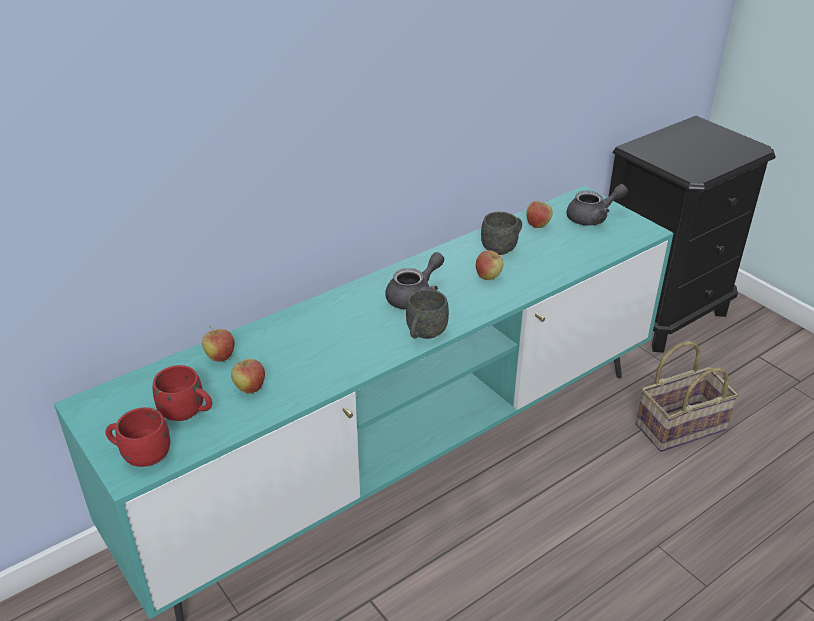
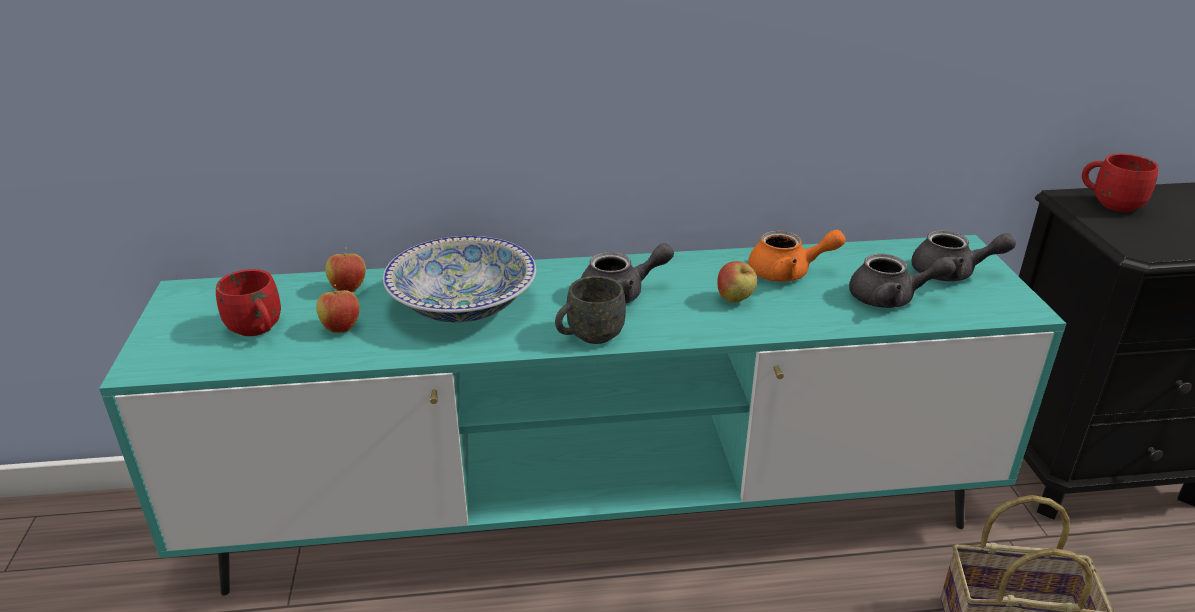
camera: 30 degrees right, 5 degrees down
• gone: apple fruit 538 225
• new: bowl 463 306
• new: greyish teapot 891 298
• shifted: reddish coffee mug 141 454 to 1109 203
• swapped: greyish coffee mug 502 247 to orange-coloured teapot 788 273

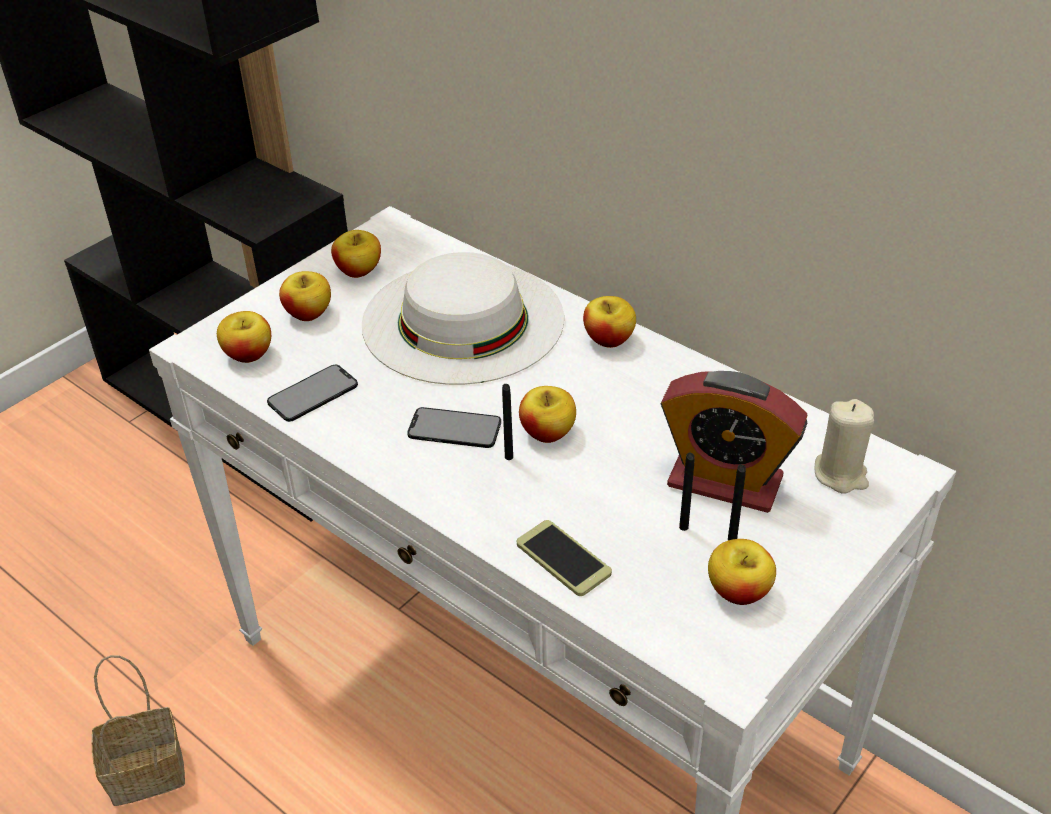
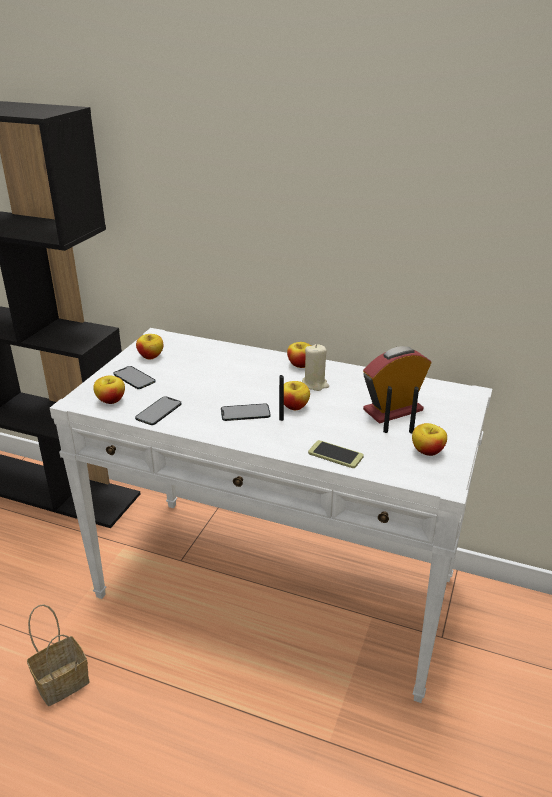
camera: 20 degrees left, 10 degrees down
• gone: white clothing hat 463 320
• shifted: beige candle 841 474 to 315 384
• swapped: apple fruit 308 313 to telephone 134 378
• rotated: alarm clock 724 482 = 393 410 150 degrees clockwise

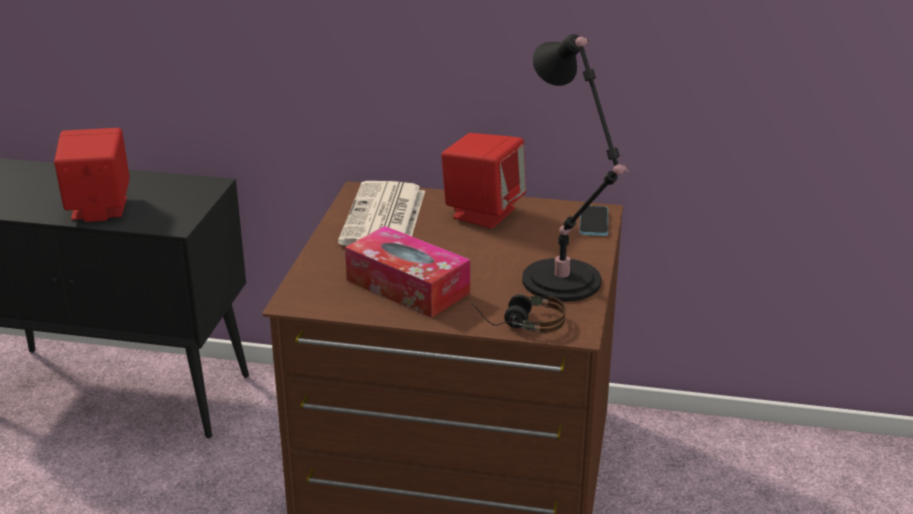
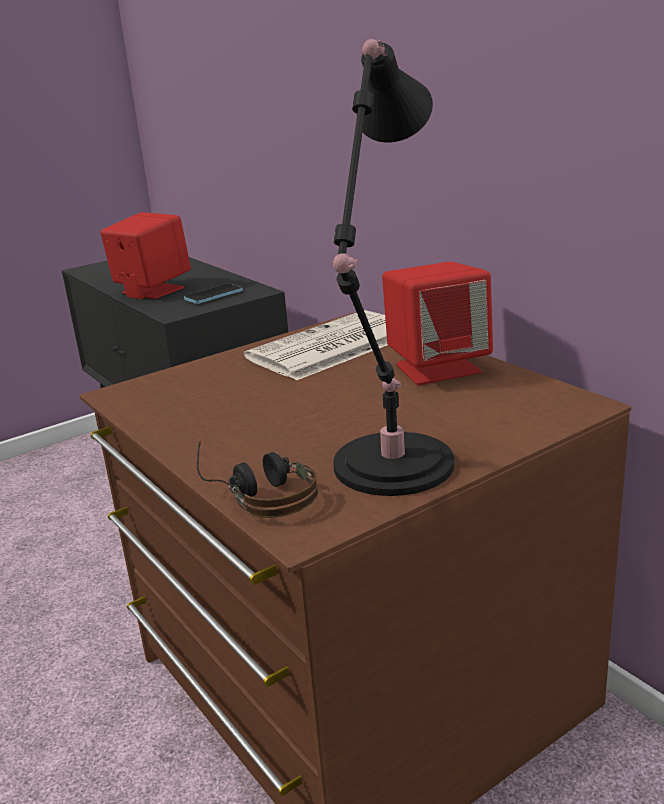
camera: 45 degrees right, 5 degrees down
• gone: tissue box 407 287
• shifted: telephone 593 222 to 213 295

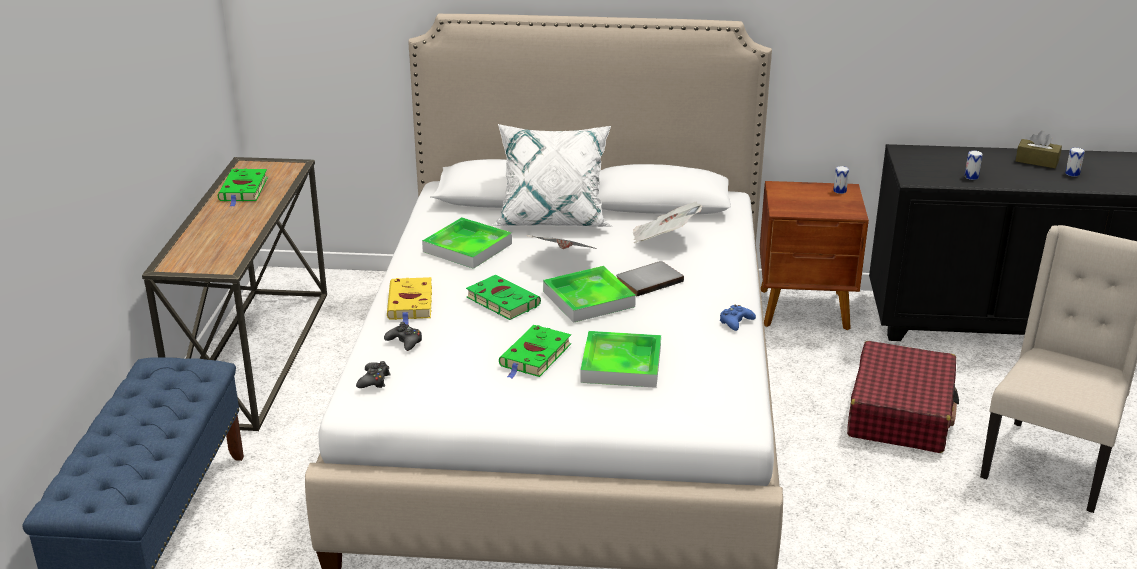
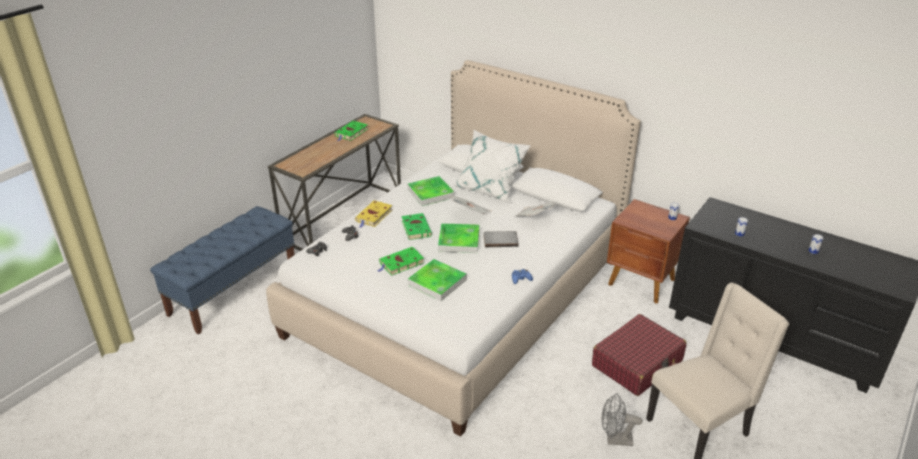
camera: 30 degrees right, 5 degrees up
• gone: brown tissue box 1037 161
• new: greyish cooling fan 615 440

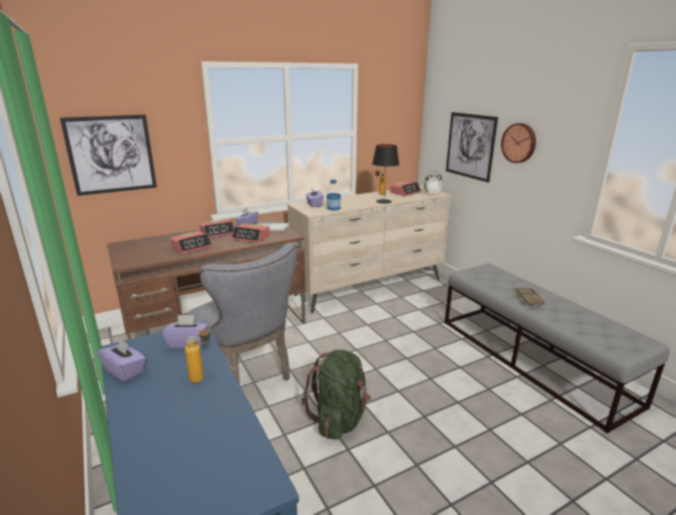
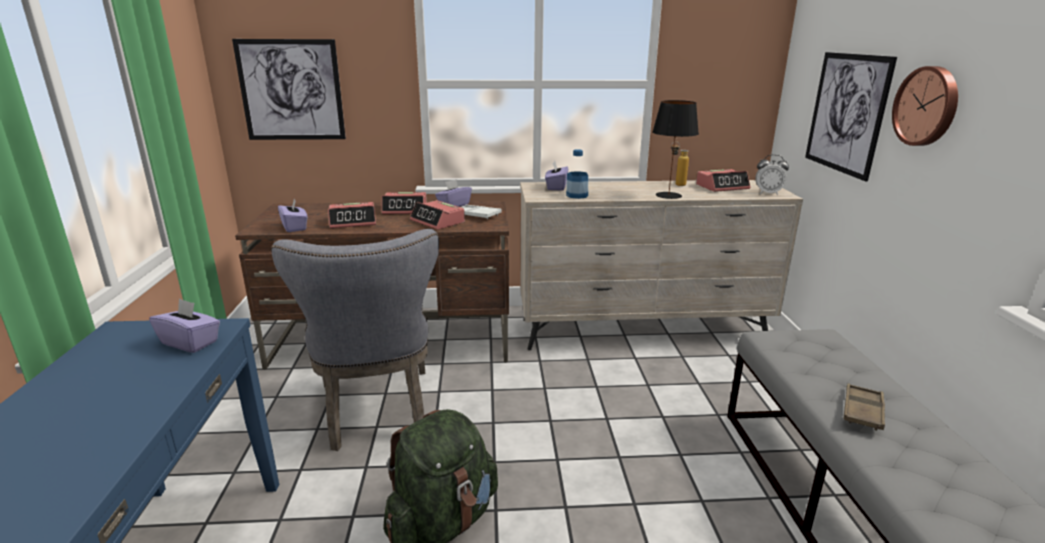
camera: 25 degrees right, 0 degrees up
• gone: bottle 202 377
• shifted: purplish tissue box 125 371 to 295 227

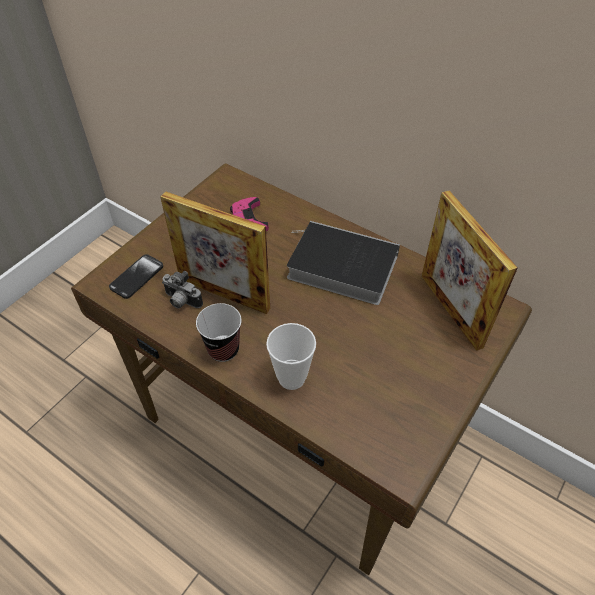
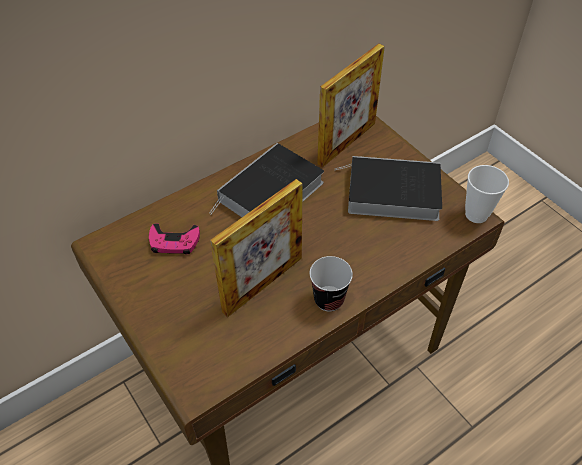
camera: 70 degrees left, 0 degrees up
• gone: telephone 137 277
• gone: photo camera 181 302
• new: volume 390 193
• shifted: cup 291 378 to 476 214
• rotated: photo frame 450 310 = 346 143 45 degrees counterclockwise

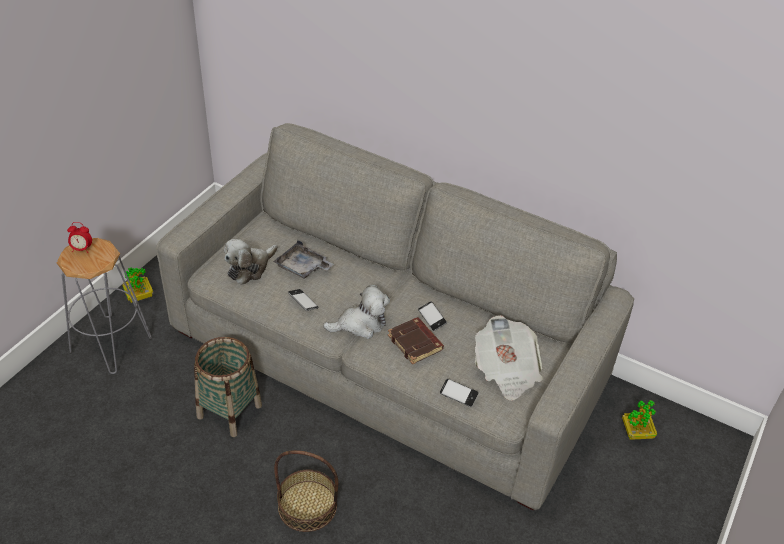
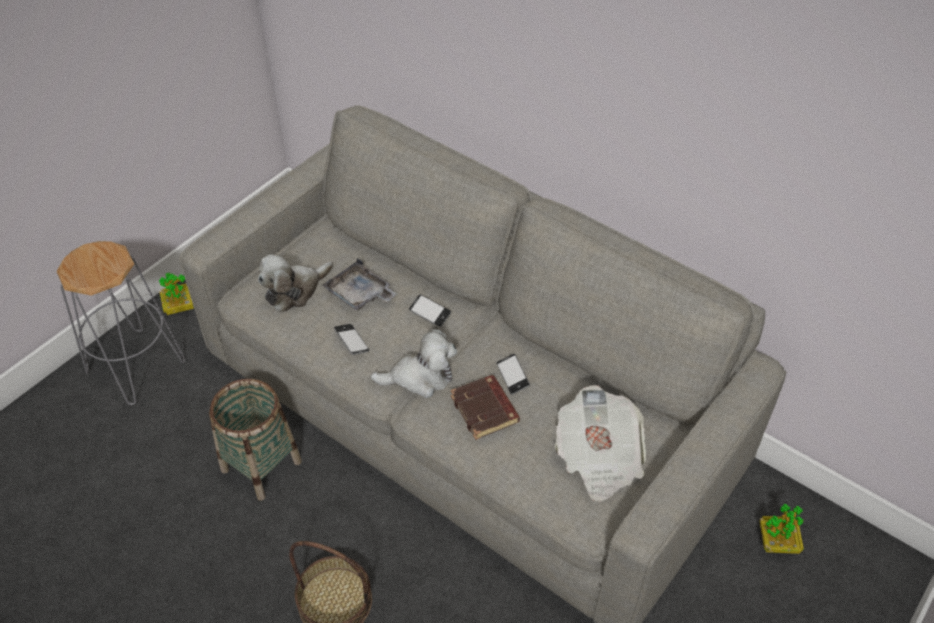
camera: 10 degrees right, 5 degrees up
• gone: alarm clock 82 249
• shifted: telephone 458 394 to 430 313

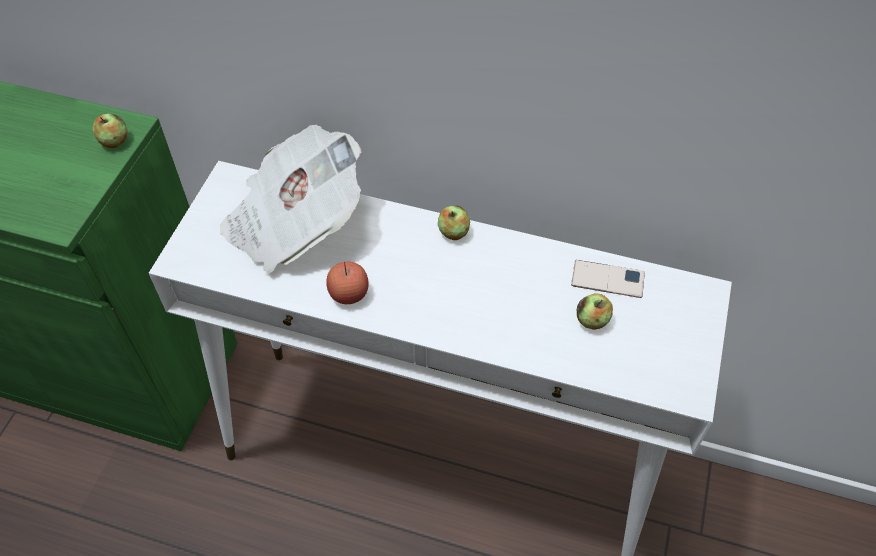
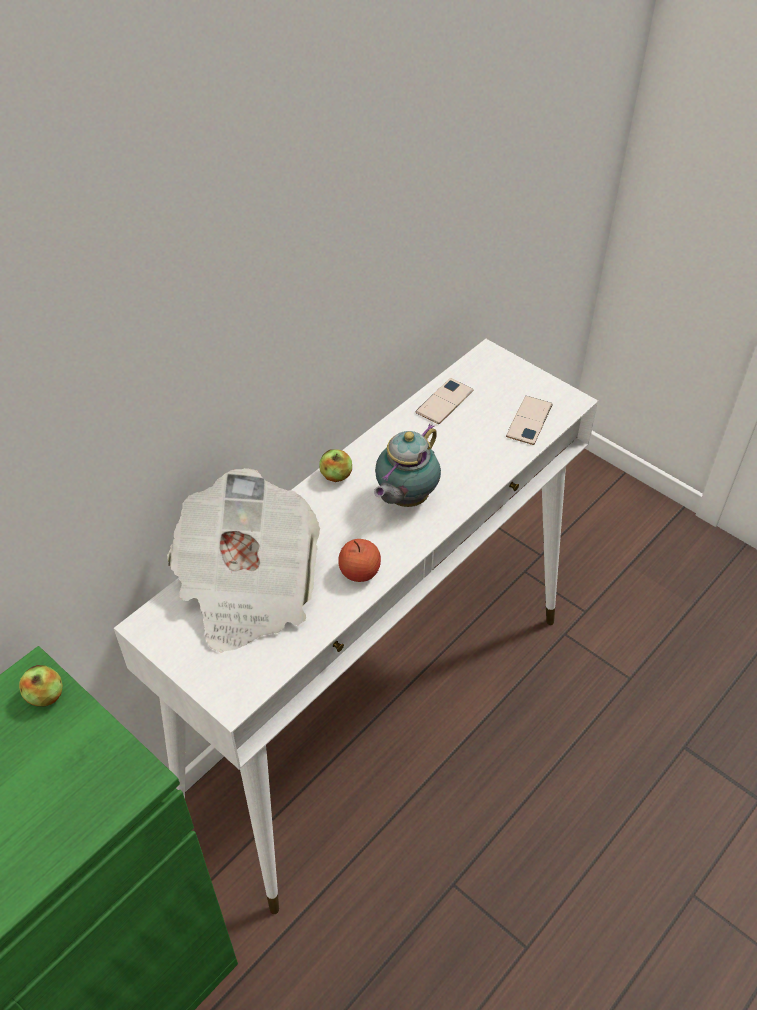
camera: 65 degrees left, 5 degrees down
• gone: apple fruit 592 320
• new: teapot 404 499
• new: telephone 529 420

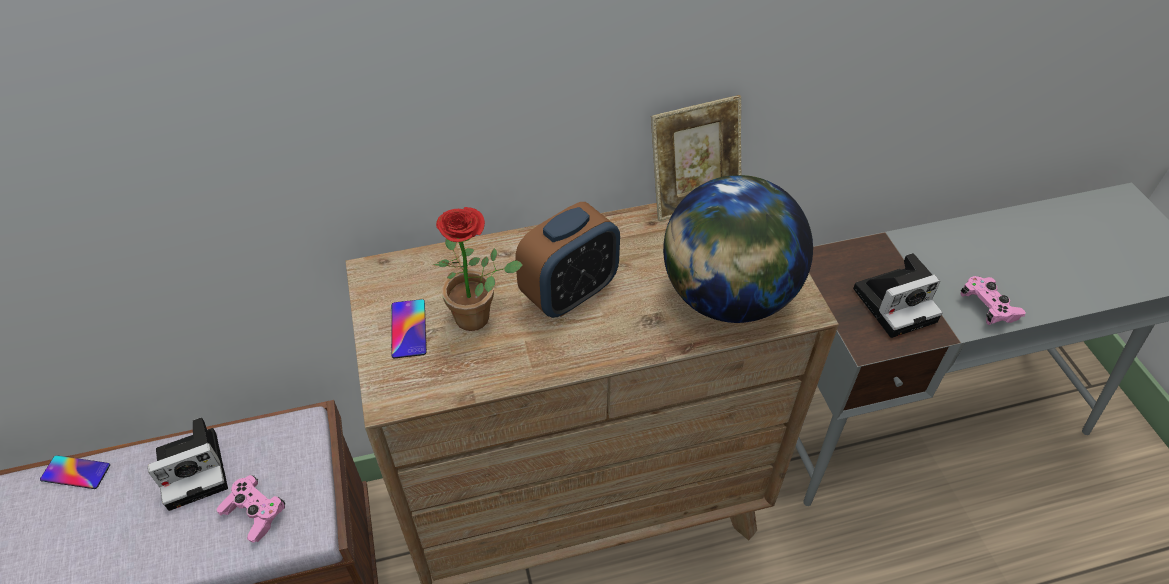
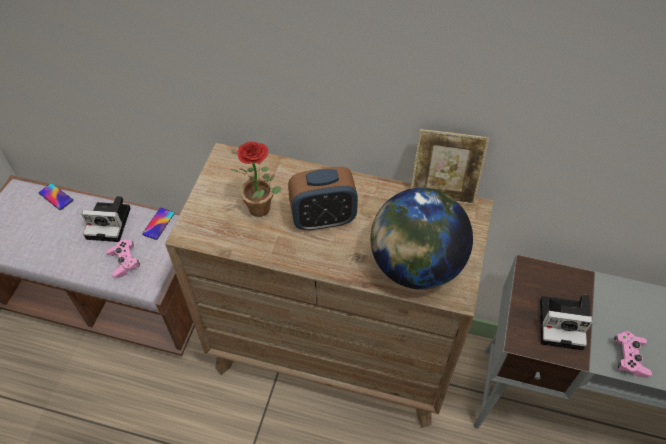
camera: 30 degrees right, 5 degrees up
• shifted: telephone 408 329 to 158 224

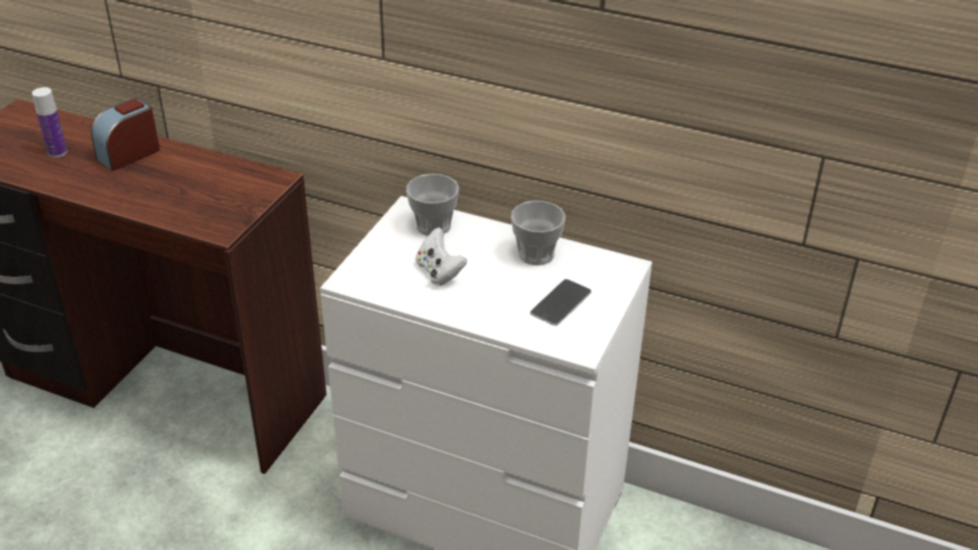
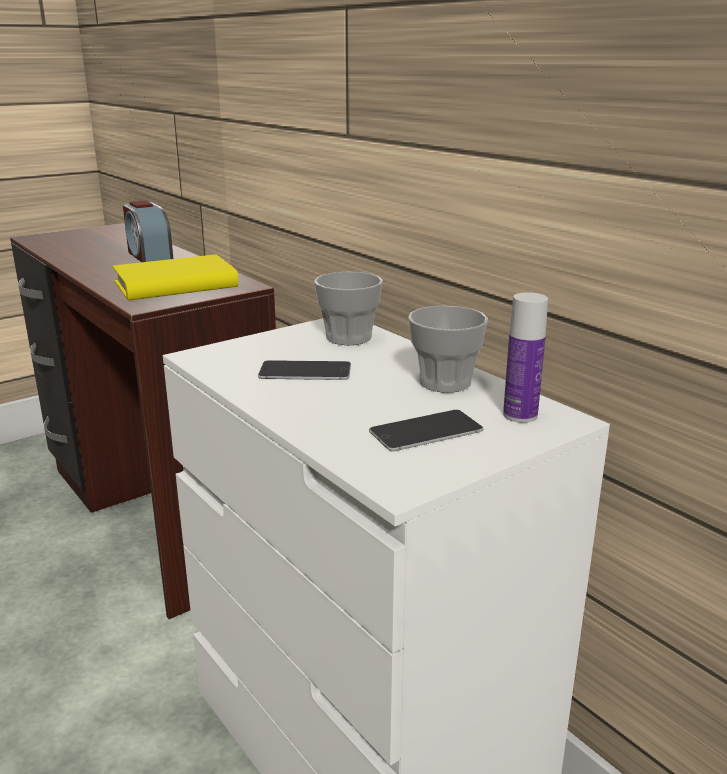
camera: 30 degrees right, 15 degrees down
• new: yellowish volume 176 285
• shifted: bottle 57 152 to 520 415
• swapped: white joypad 439 272 to telephone 305 371
• rotated: alarm clock 129 154 = 149 255 105 degrees counterclockwise

